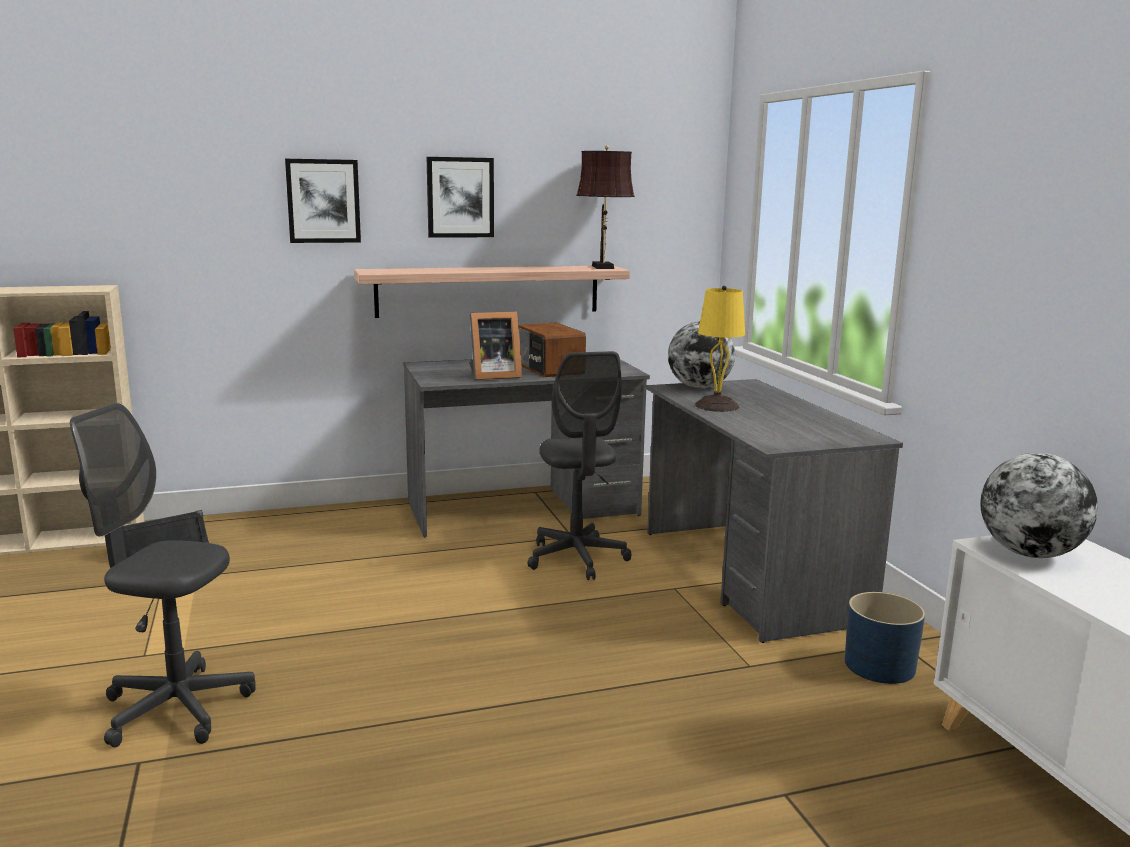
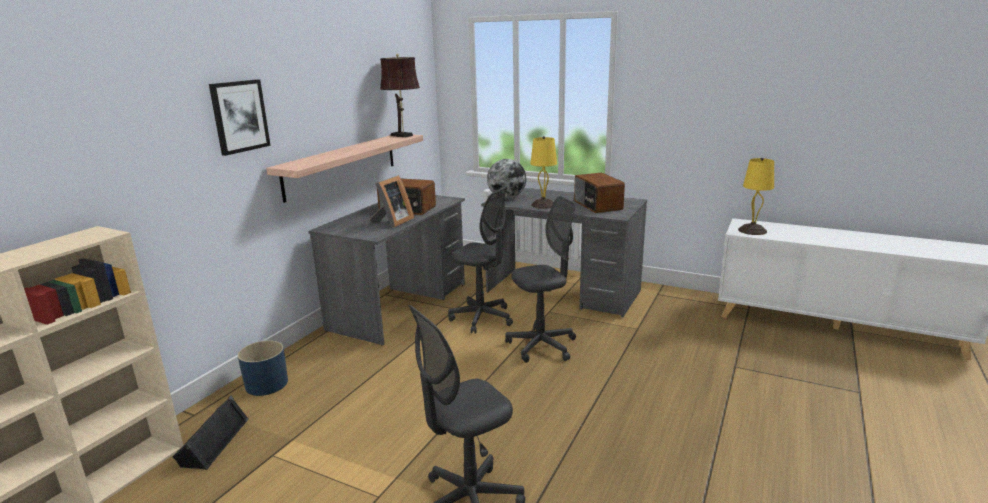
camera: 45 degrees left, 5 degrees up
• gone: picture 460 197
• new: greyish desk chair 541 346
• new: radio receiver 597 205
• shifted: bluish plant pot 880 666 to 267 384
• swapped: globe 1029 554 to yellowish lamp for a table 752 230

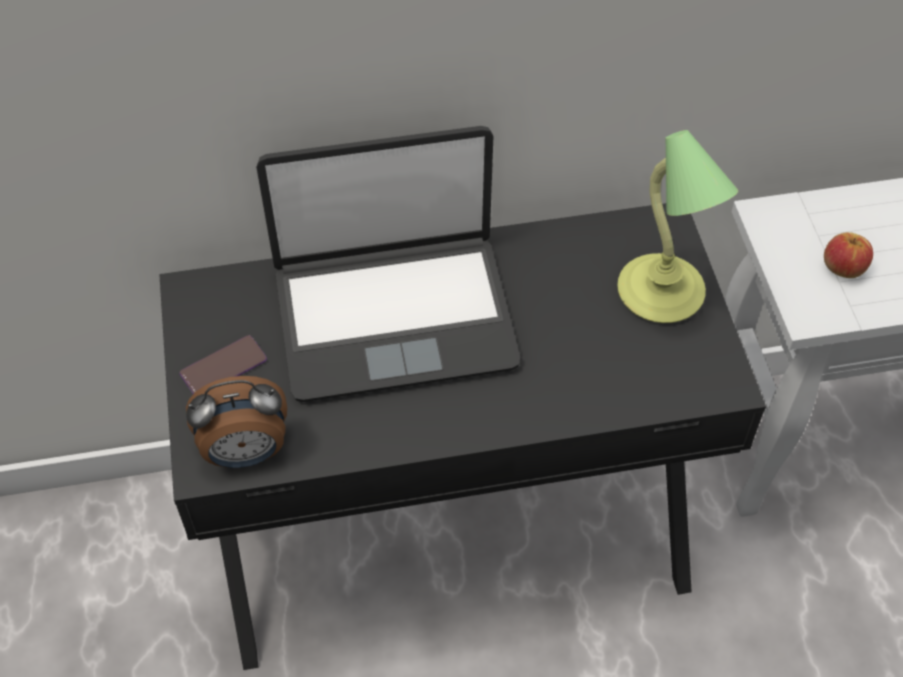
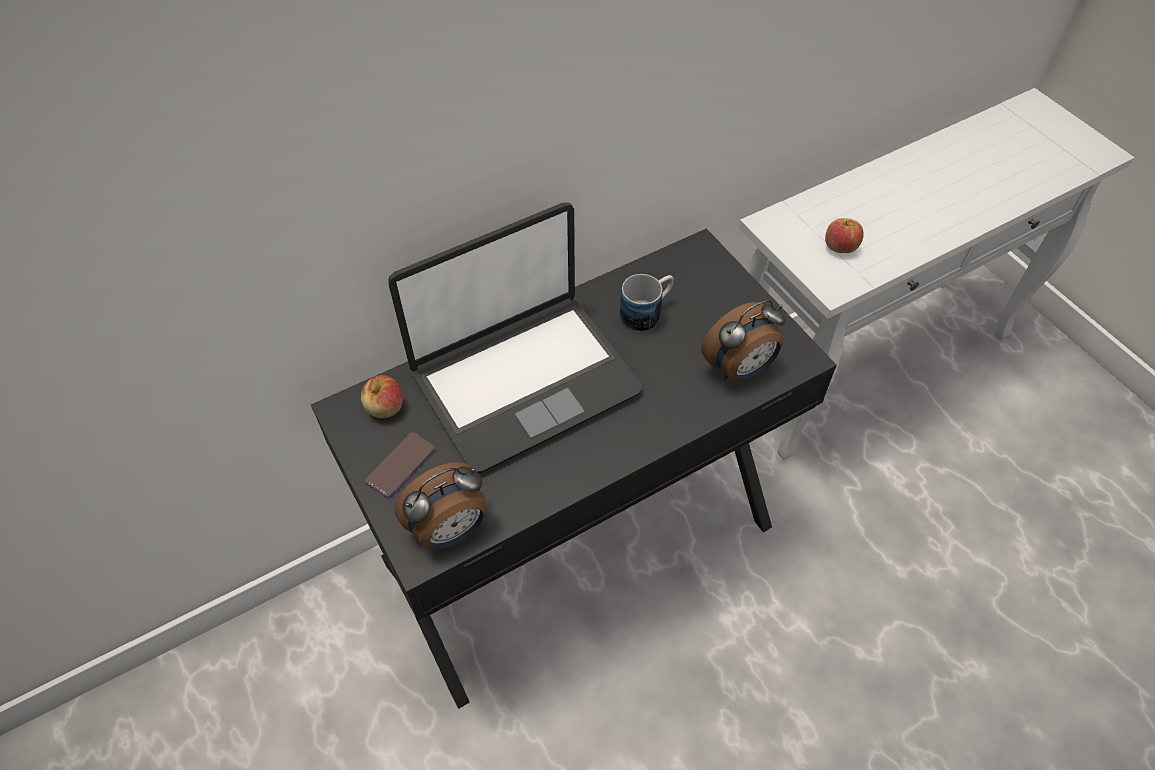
camera: 20 degrees left, 0 degrees up
• gone: lamp for a table 662 294
• new: apple fruit 385 407
• new: coffee mug 647 312
• new: alarm clock 740 369

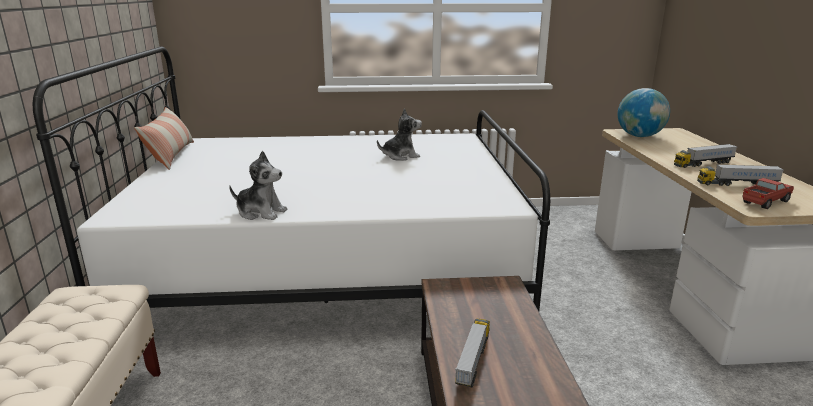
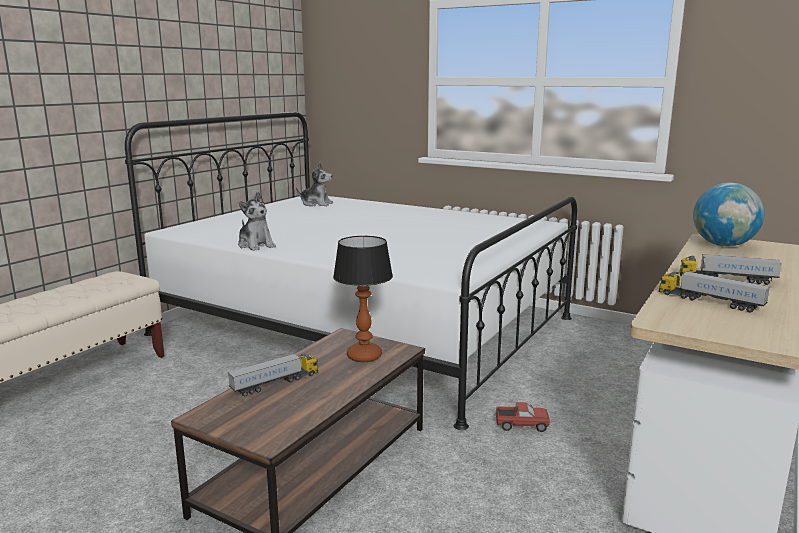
camera: 35 degrees right, 5 degrees down
• gone: throw pillow 171 155
• new: lamp for a table 364 356
• shifted: soft toy 400 156 to 316 204
• shifted: toy truck 765 202 to 521 426

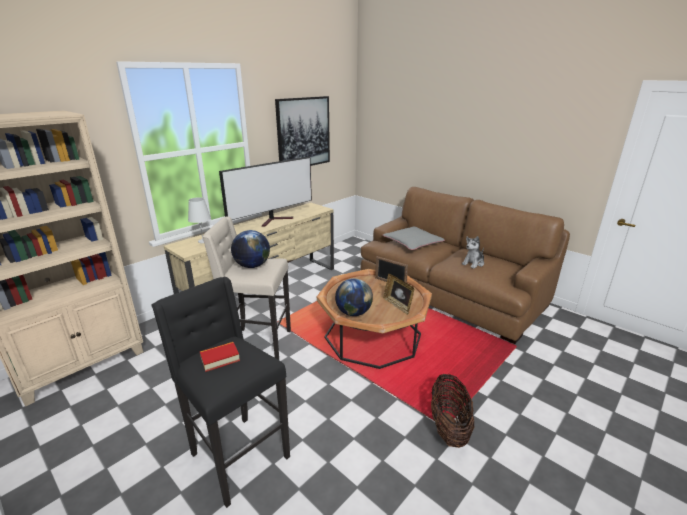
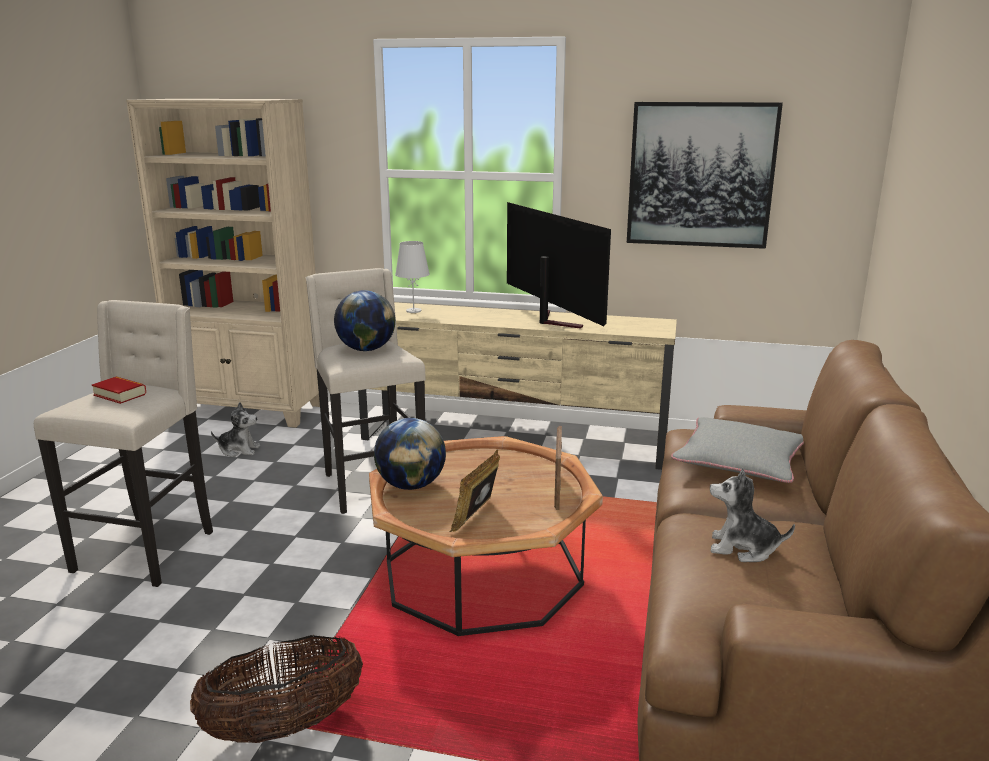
camera: 60 degrees right, 5 degrees down
• new: soft toy 239 450
• repainted: black-coloured stool seat 237 456 to beige stool seat 148 551
• rotated: TV set 275 220 = 550 321 135 degrees counterclockwise

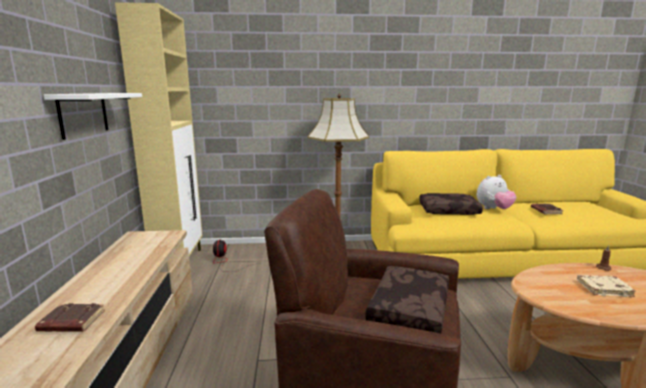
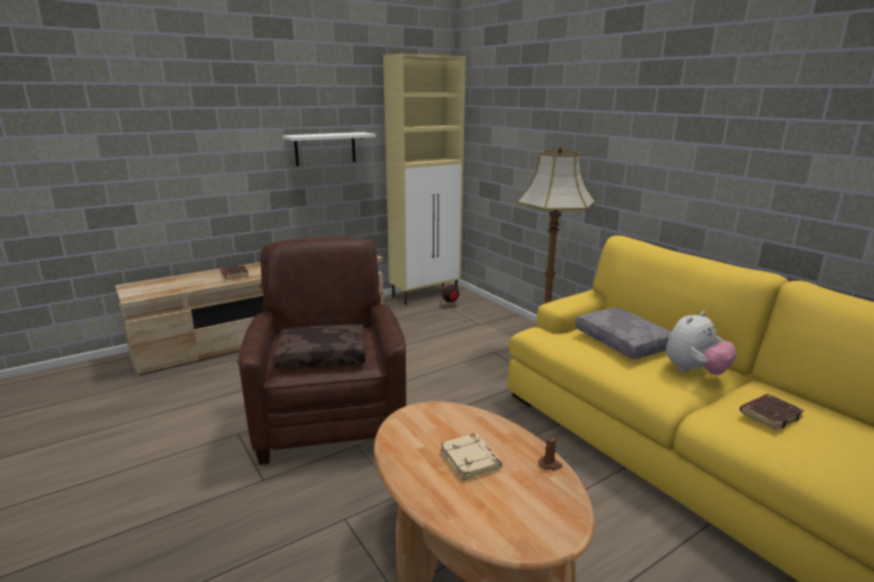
camera: 60 degrees right, 5 degrees up
• repainted: brown throw pillow 449 210 to greyish throw pillow 624 342
• rotated: soft toy 493 209 = 694 371 75 degrees counterclockwise

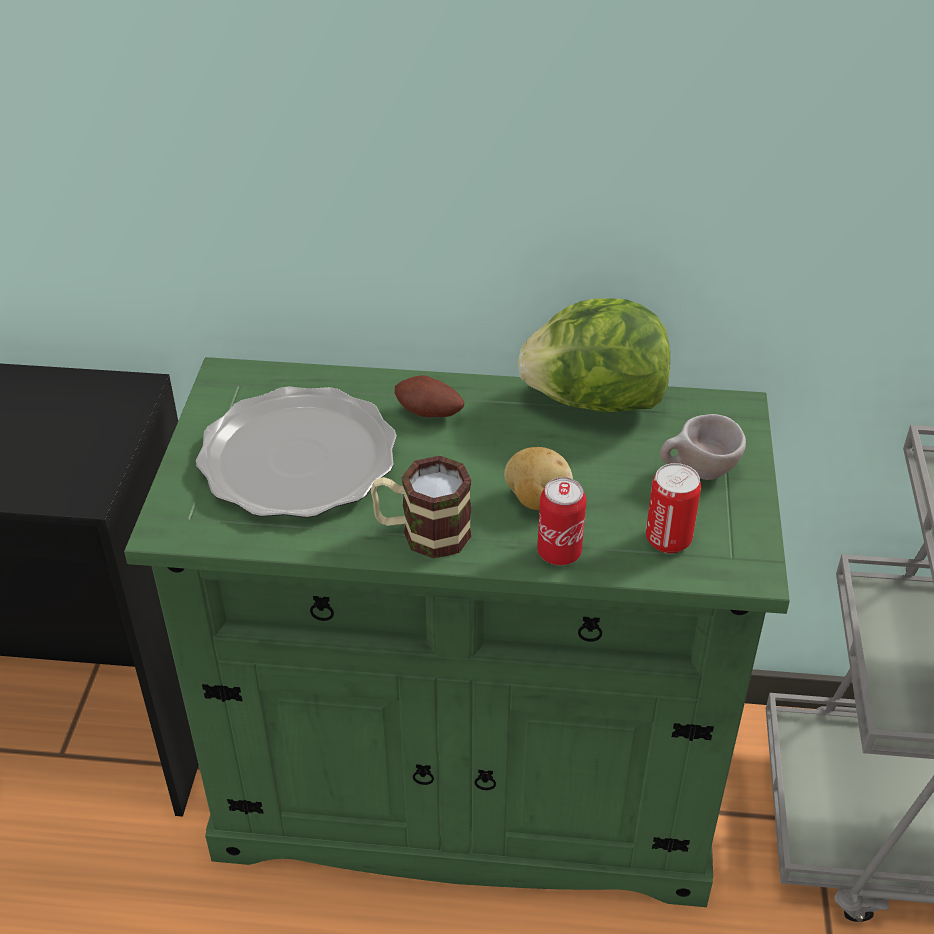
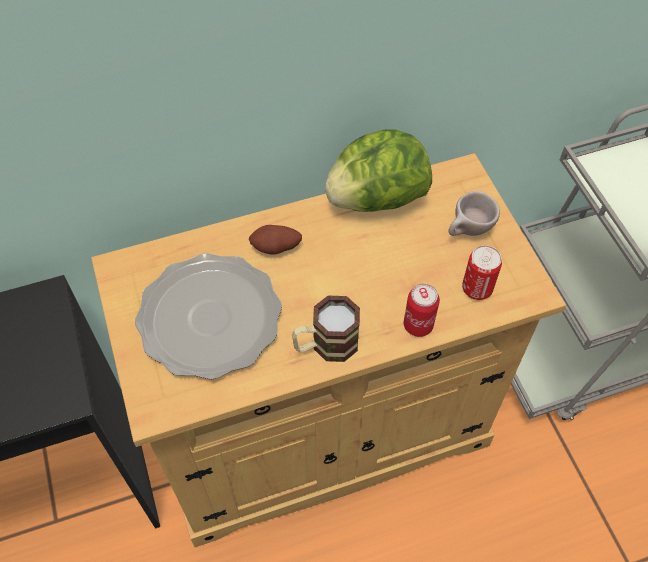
camera: 25 degrees left, 15 degrees up
• gone: whole potato 536 499
• repainted: greenish cupboard 467 785 to beige cupboard 323 430

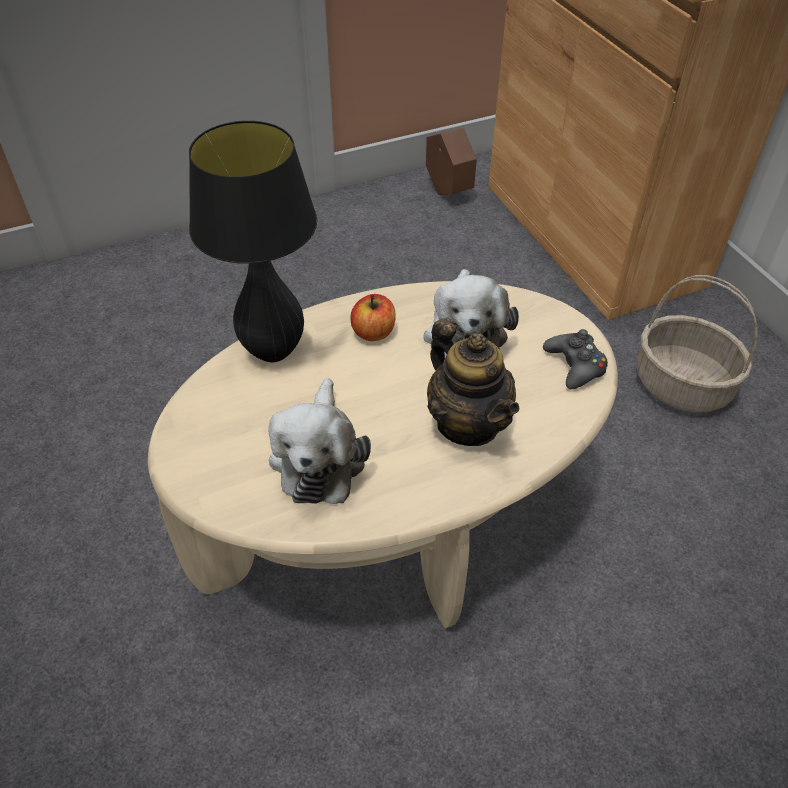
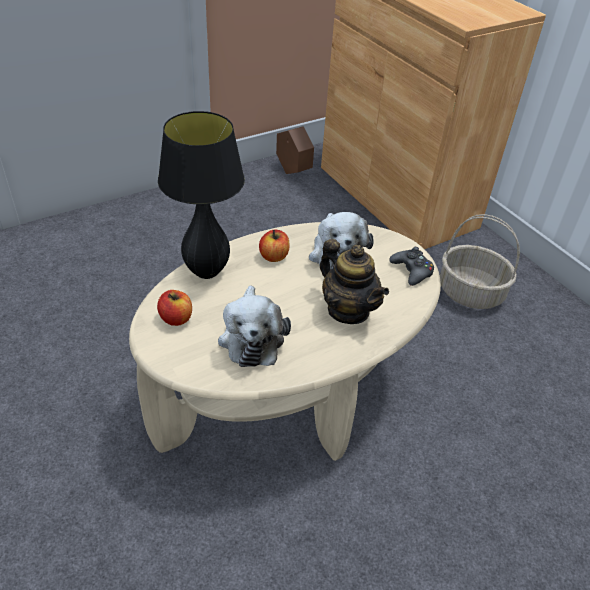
camera: 10 degrees left, 5 degrees down
• new: apple fruit 176 318

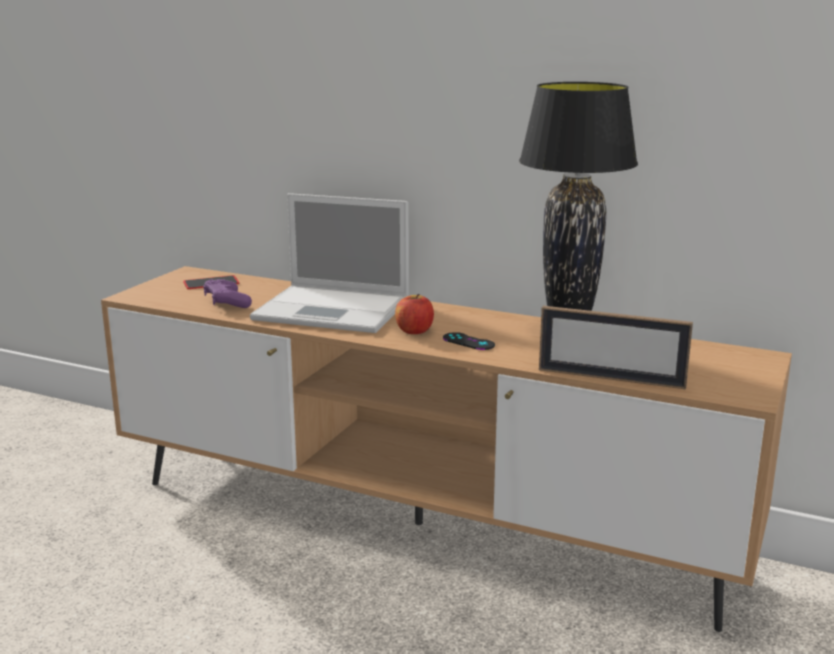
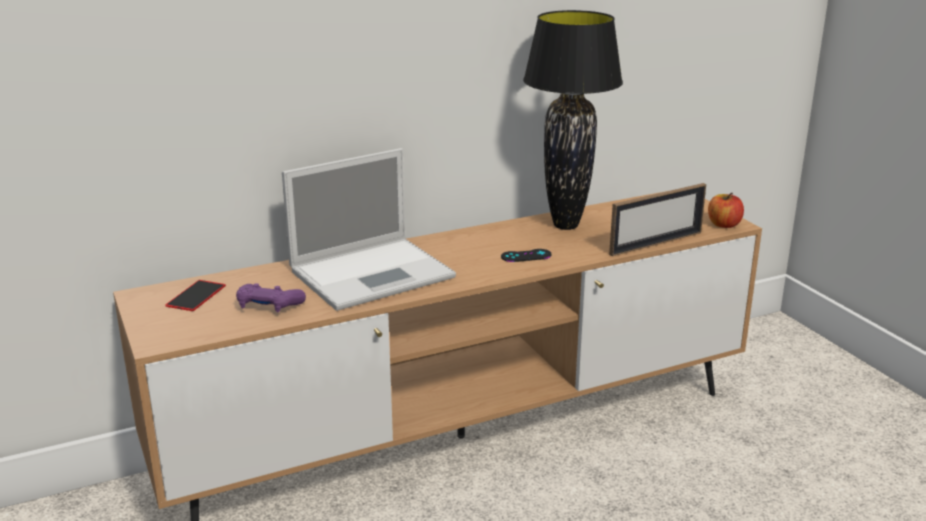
camera: 50 degrees left, 5 degrees up
• shifted: apple fruit 414 331 to 723 224

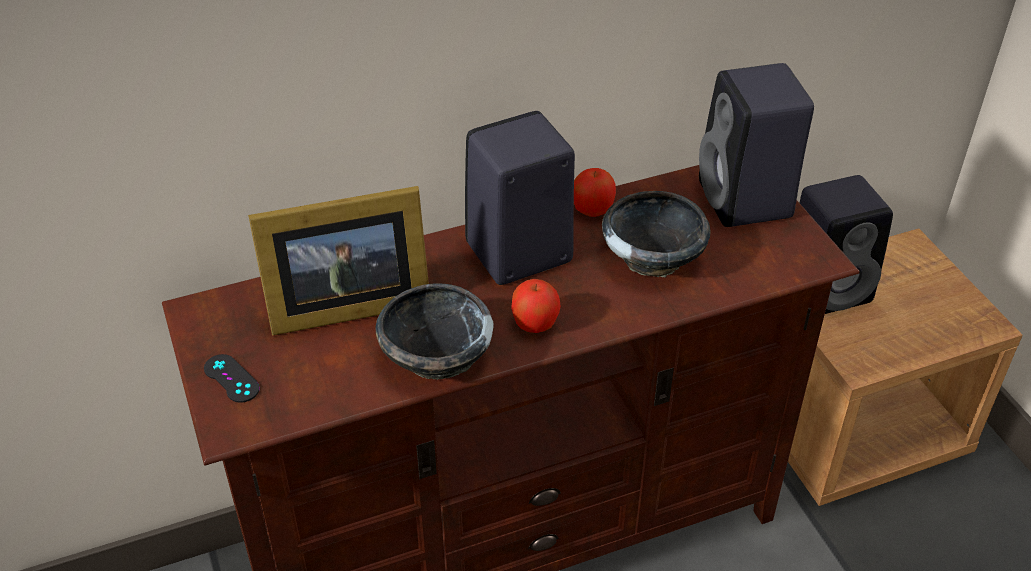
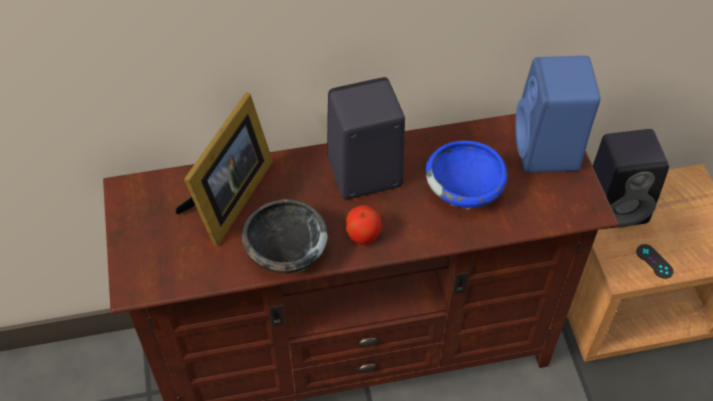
camera: 10 degrees right, 10 degrees up
• gone: apple fruit 592 210
• shifted: black-coloured joypad 231 378 to 654 261
• repainted: black-coloured bowl 653 257 to bluish bowl 464 191
• repainted: black-coloured audio speaker 747 201 to bluish audio speaker 548 151
• rotated: photo frame 343 305 = 228 200 60 degrees counterclockwise

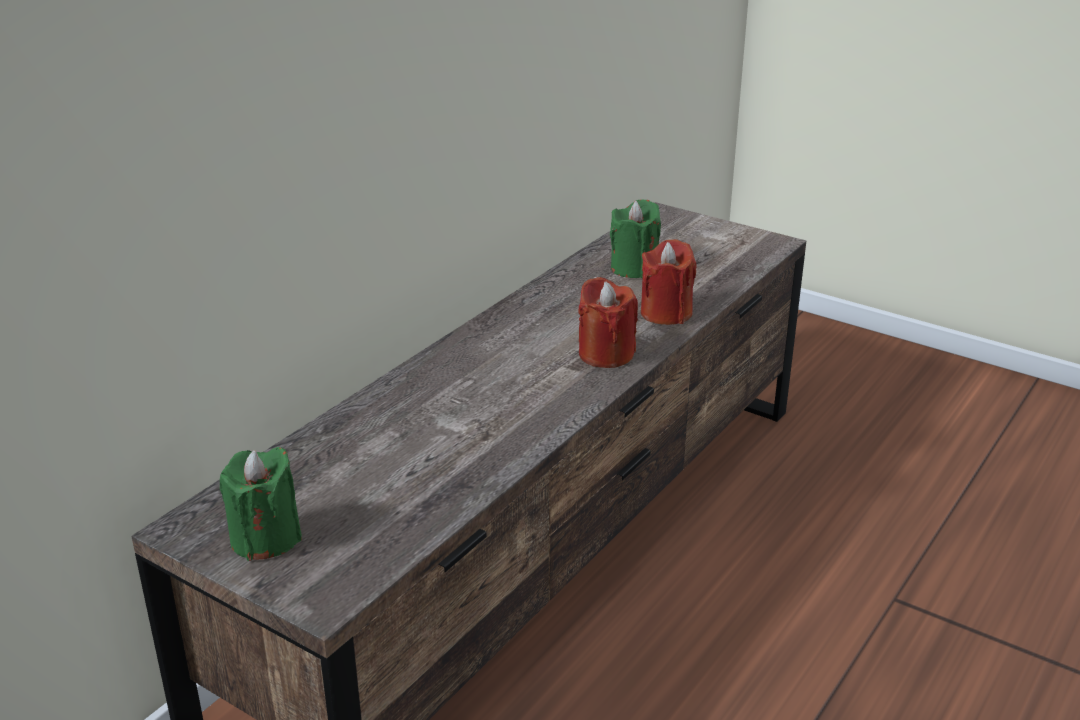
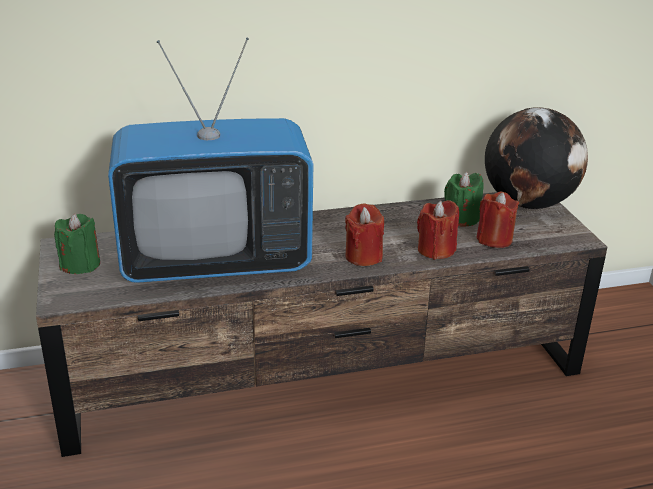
camera: 40 degrees right, 0 degrees up
• new: TV set 216 261
• new: reddish candle 494 239
• new: globe 528 203

